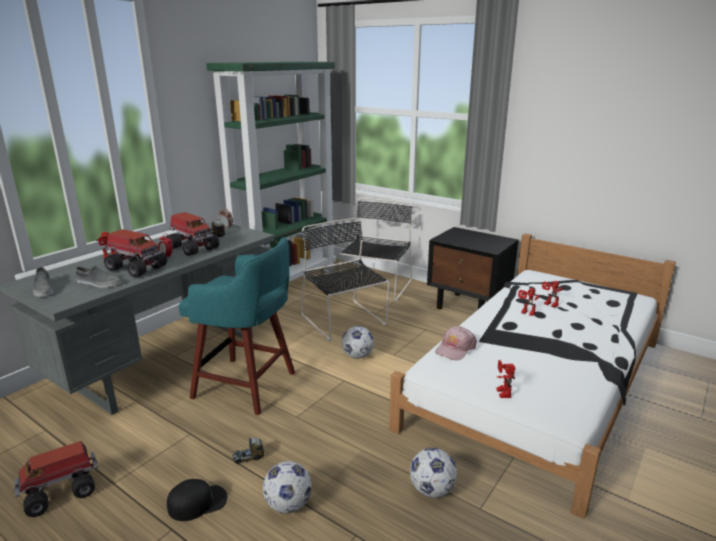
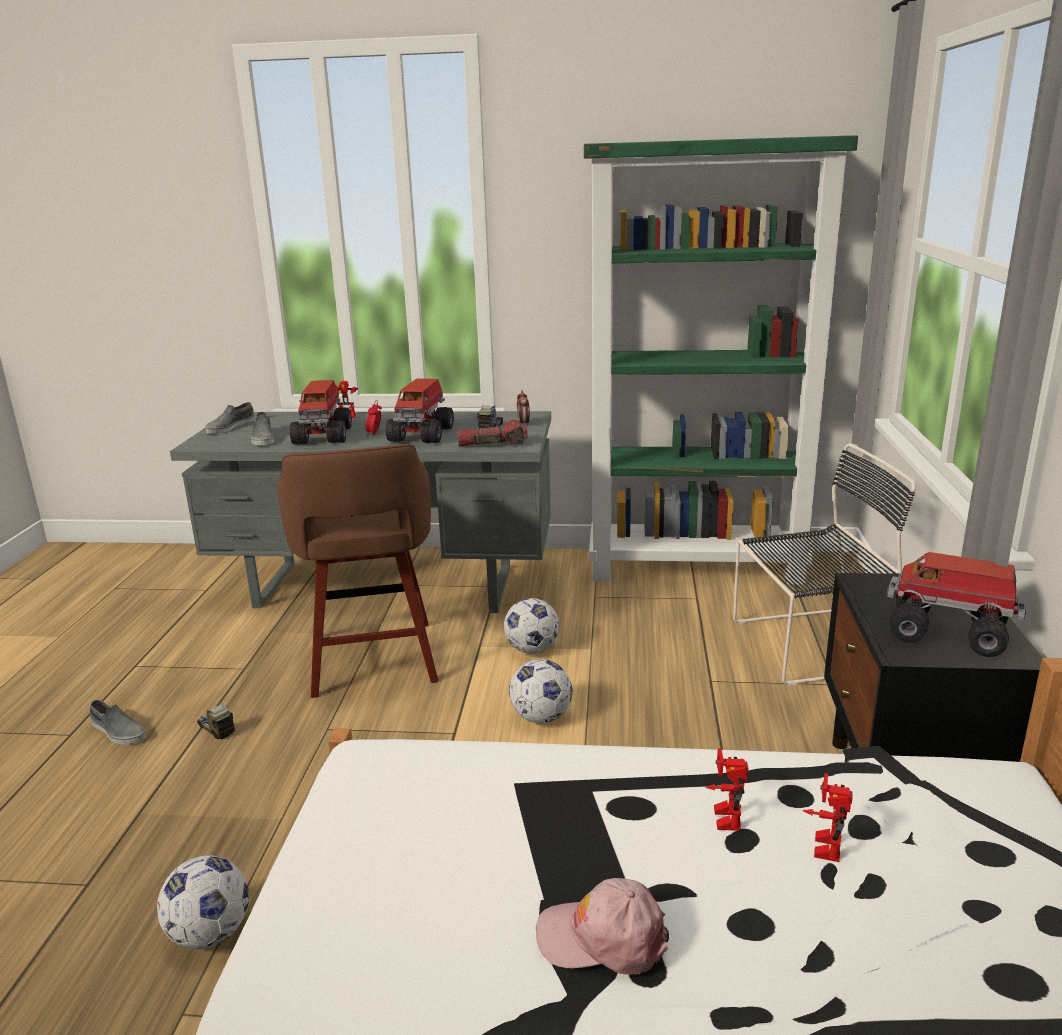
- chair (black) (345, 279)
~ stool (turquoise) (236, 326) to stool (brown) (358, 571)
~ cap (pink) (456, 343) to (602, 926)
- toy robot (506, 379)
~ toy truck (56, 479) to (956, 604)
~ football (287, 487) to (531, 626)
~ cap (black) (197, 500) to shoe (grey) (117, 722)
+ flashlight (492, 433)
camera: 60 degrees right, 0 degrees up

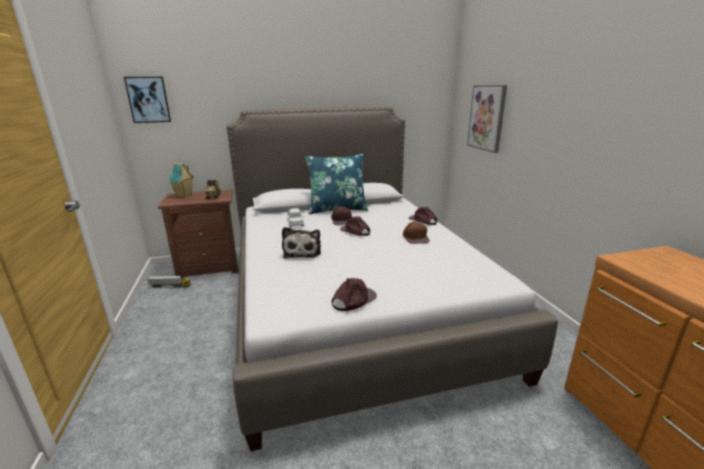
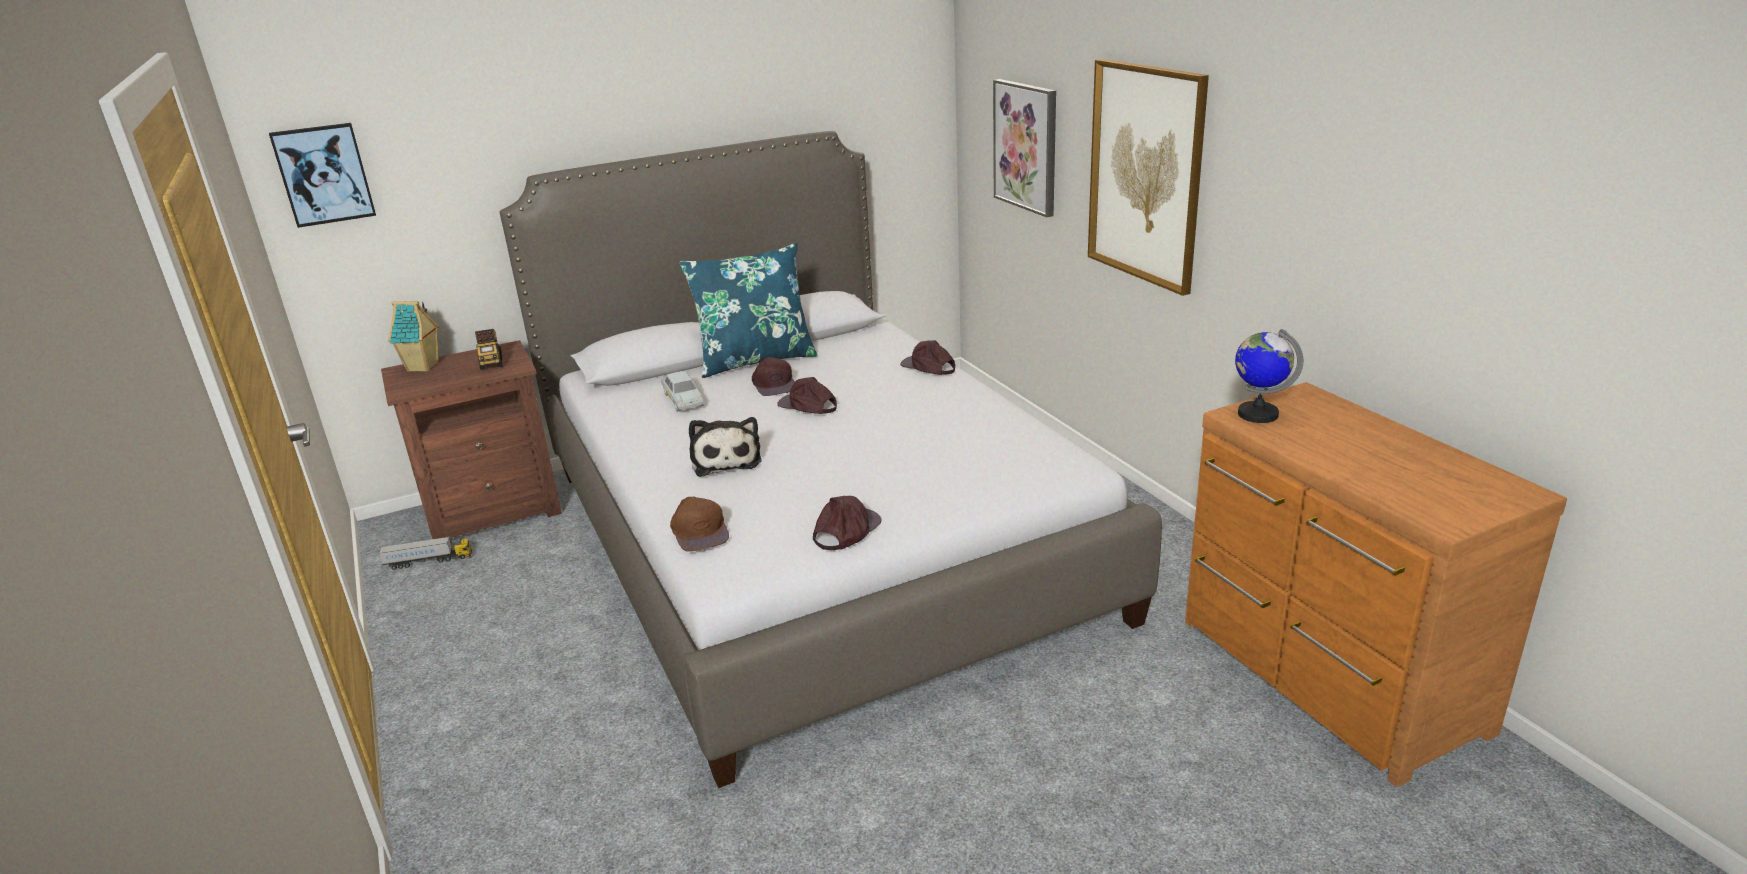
~ cap (brown) (416, 233) to (699, 524)
+ picture (1148, 177)
+ globe (1269, 376)
camera: 10 degrees left, 5 degrees up

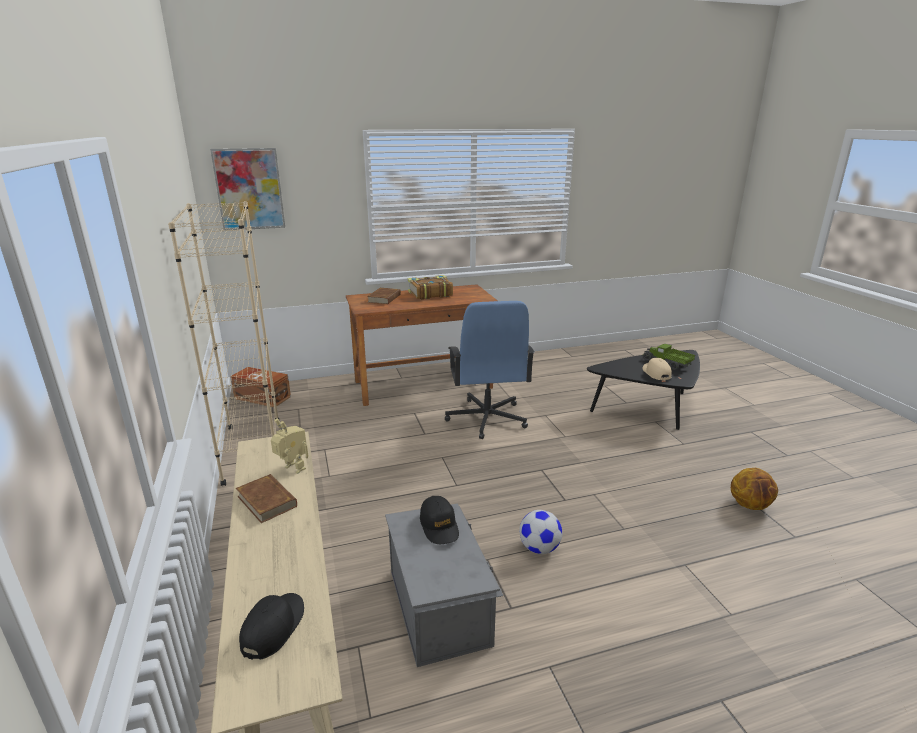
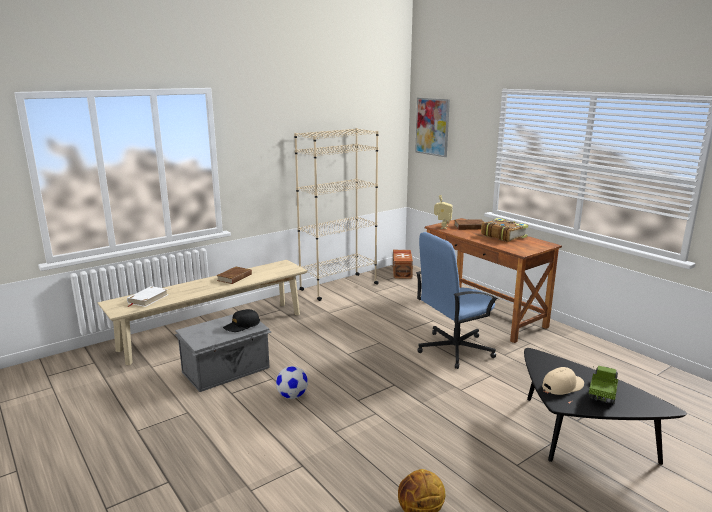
~ toy robot (289, 446) to (443, 212)
~ cap (black) (271, 626) to book (white) (147, 296)
camera: 70 degrees right, 5 degrees down

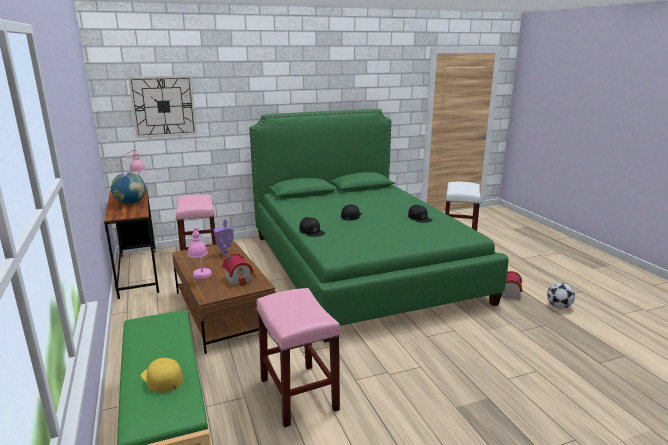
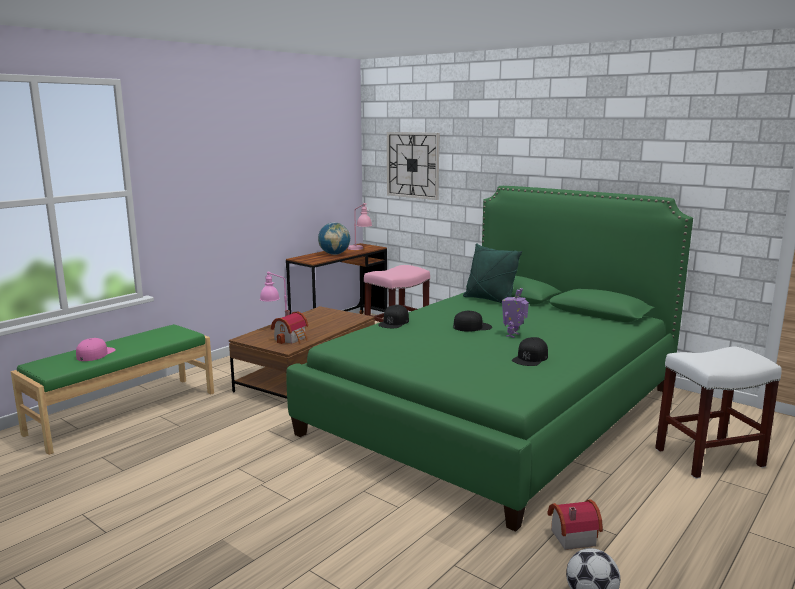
~ toy robot (223, 238) to (515, 313)
- stool (pink) (298, 358)
~ cap (yellow) (162, 375) to cap (pink) (96, 349)
+ pillow (green) (492, 273)
camera: 60 degrees right, 5 degrees down

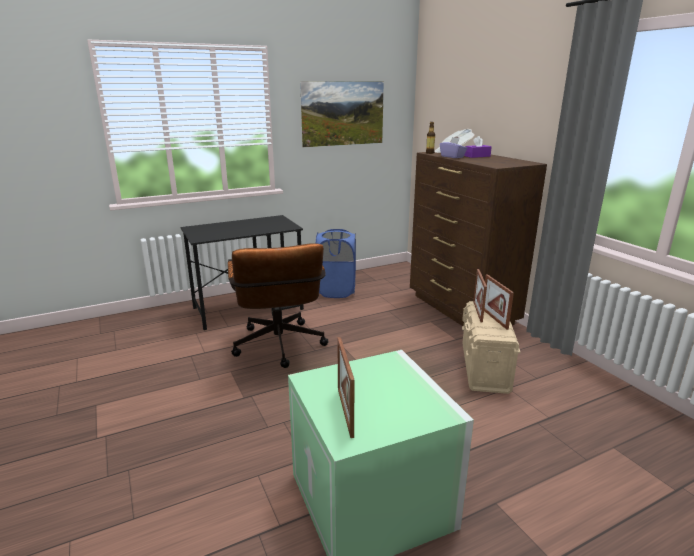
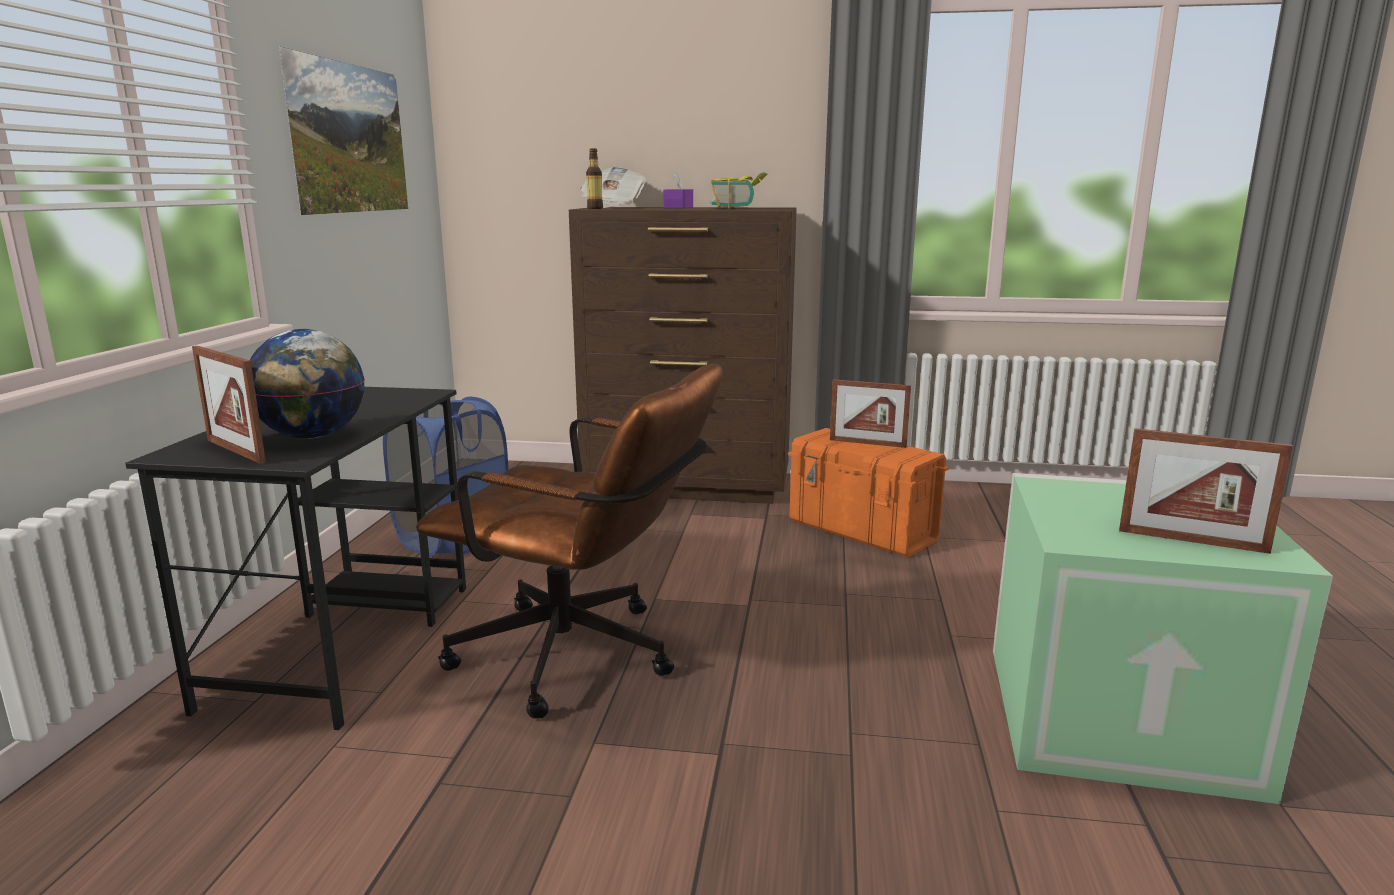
- tissue box (purple) (453, 147)
~ picture frame (480, 296) to (229, 405)
~ storage box (beige) (491, 347) to storage box (orange) (868, 492)
+ book (739, 190)
+ globe (307, 383)
camera: 55 degrees left, 5 degrees down

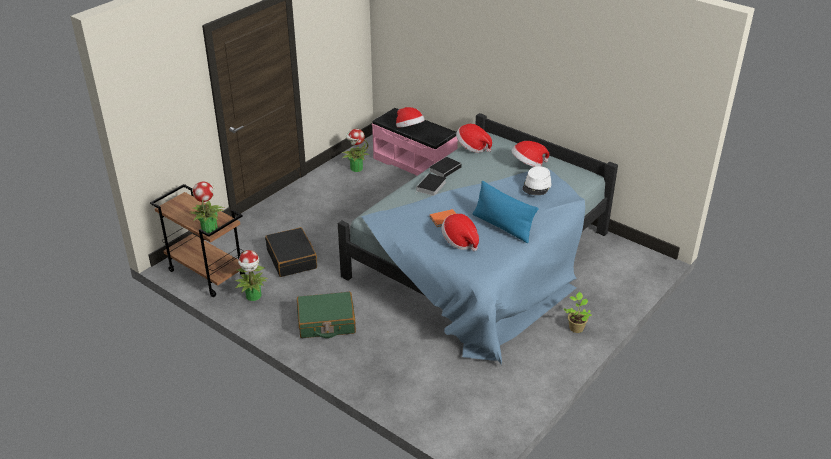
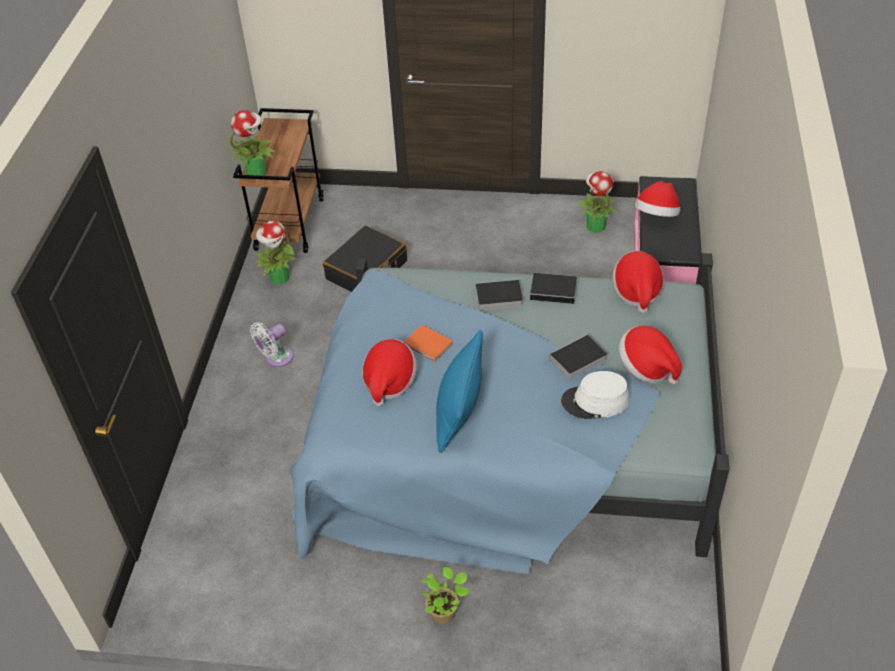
~ suitcase (green) (326, 315) to fan (white) (272, 344)
+ book (575, 357)
camera: 60 degrees right, 10 degrees up

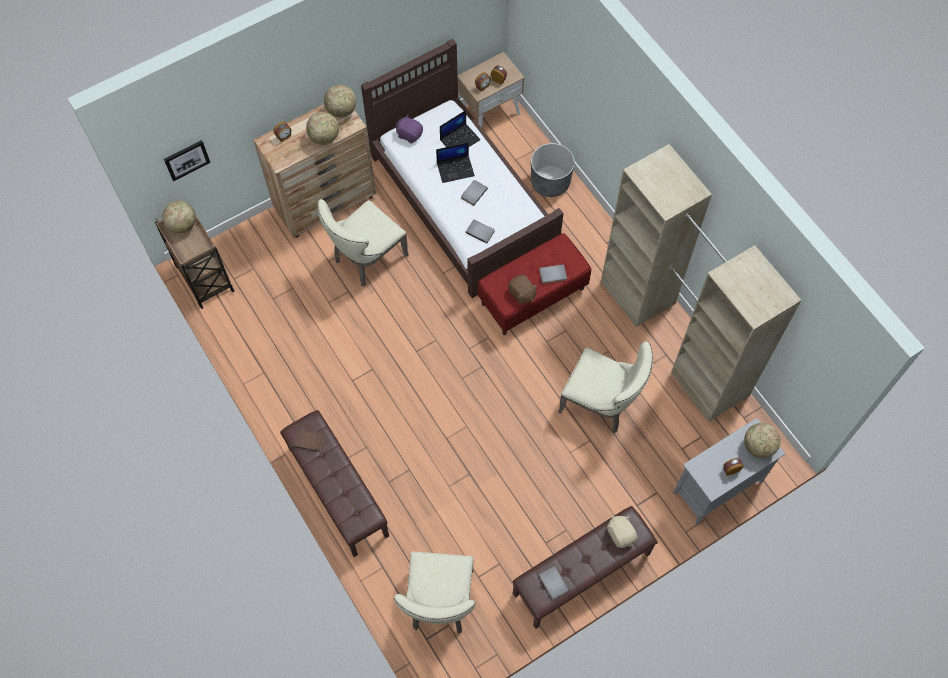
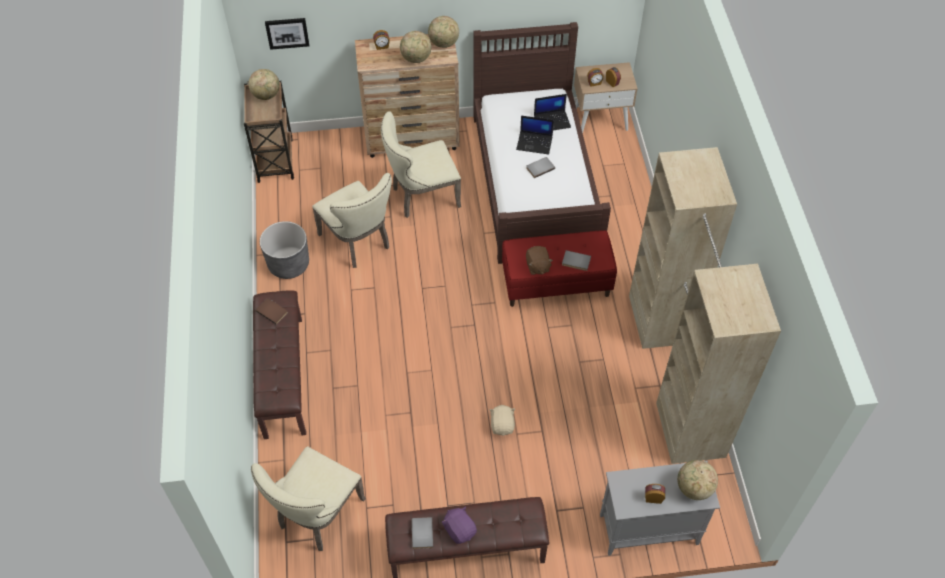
~ plush toy (purple) (409, 129) to (459, 525)
~ planter (grey) (553, 170) to (284, 250)
- book (grey) (480, 231)
~ chair (beige) (605, 387) to (352, 220)
~ plush toy (beige) (622, 531) to (502, 420)
camera: 25 degrees right, 10 degrees down

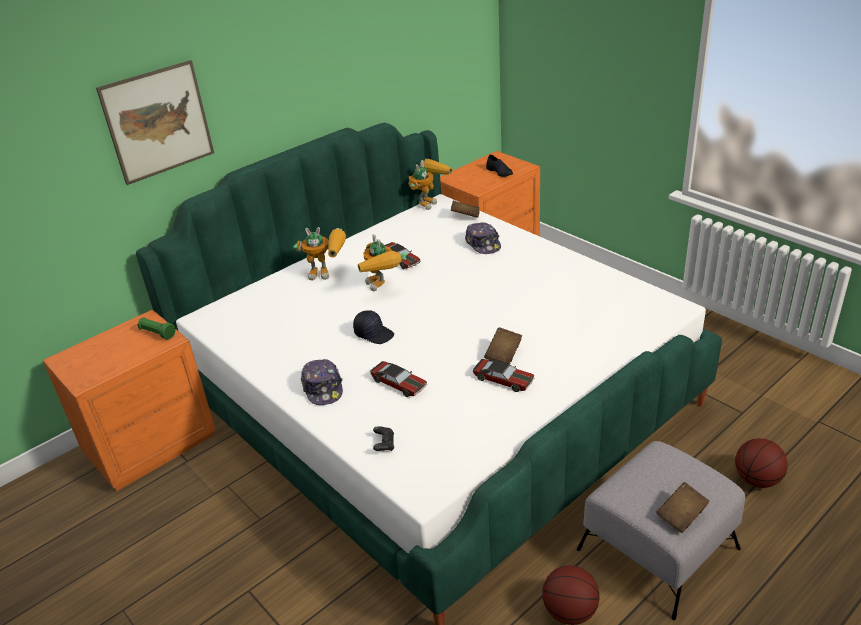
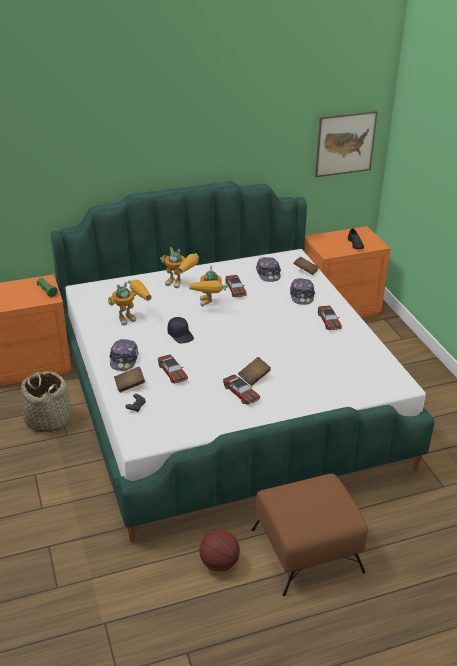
~ picture (155, 122) to (346, 144)
~ toy robot (430, 184) to (130, 303)
- basketball (761, 463)
~ ottoman (grey) (661, 530) to ottoman (brown) (310, 534)
~ book (brown) (682, 507) to (129, 379)
+ cap (268, 269)
+ toy car (330, 318)
+ basket (46, 402)
camera: 20 degrees right, 0 degrees up

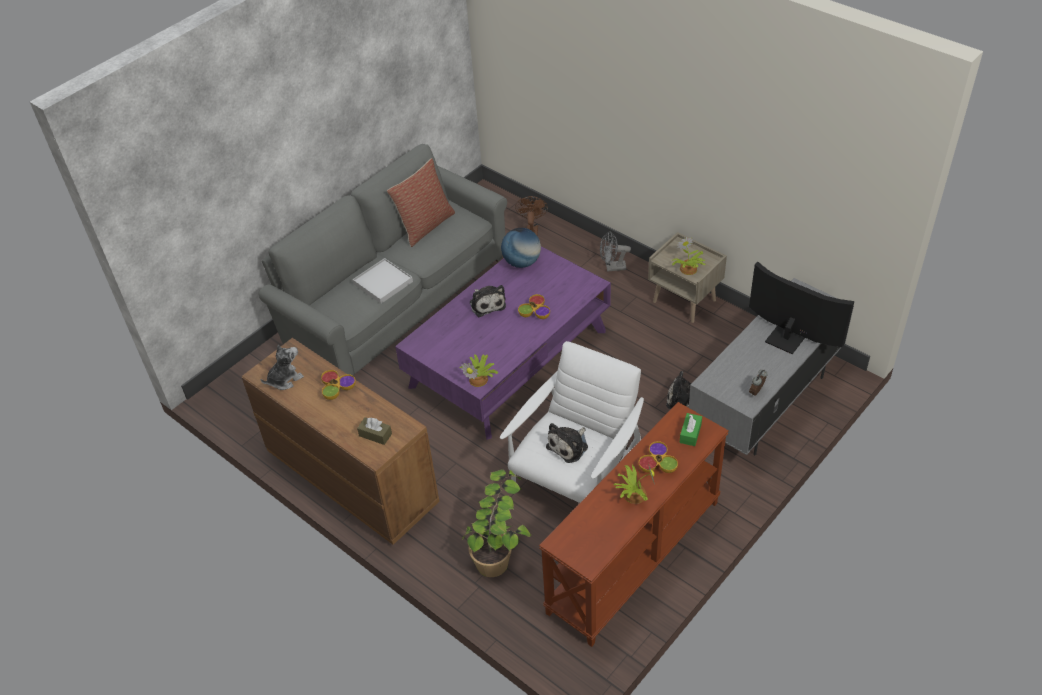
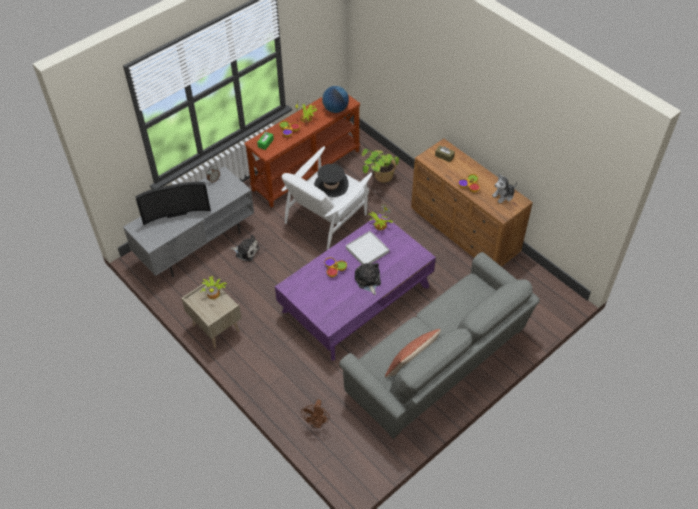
~ globe (521, 248) to (335, 99)
- fan (grey) (615, 251)
~ tray (white) (383, 281) to (367, 247)
~ television (801, 307) = (173, 203) 60 degrees counterclockwise
~ plush toy (567, 443) to hat (black) (331, 180)
camera: 175 degrees left, 5 degrees up

